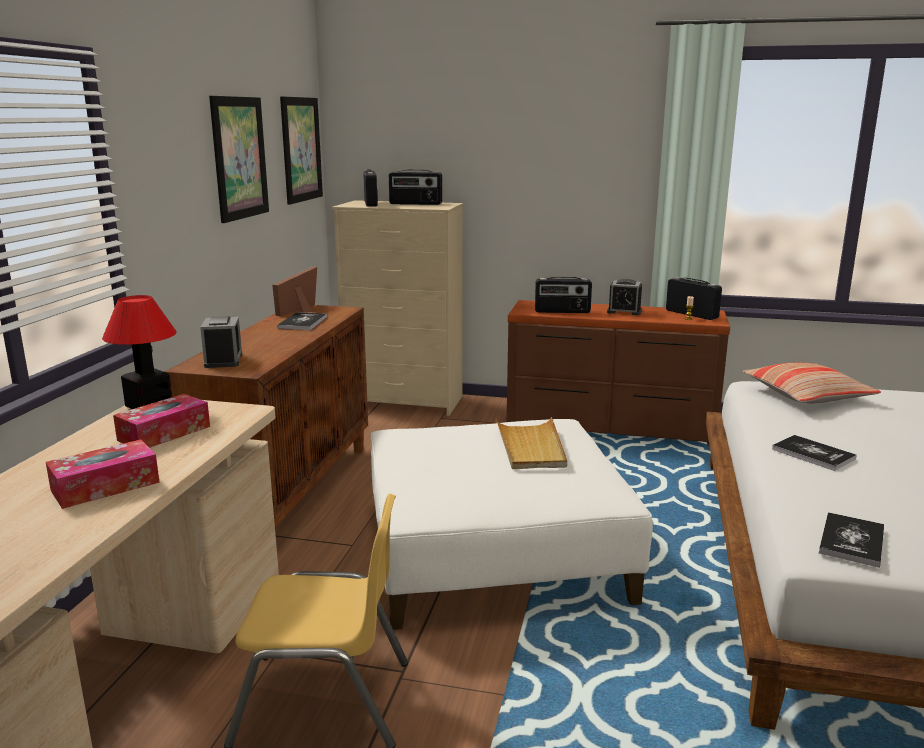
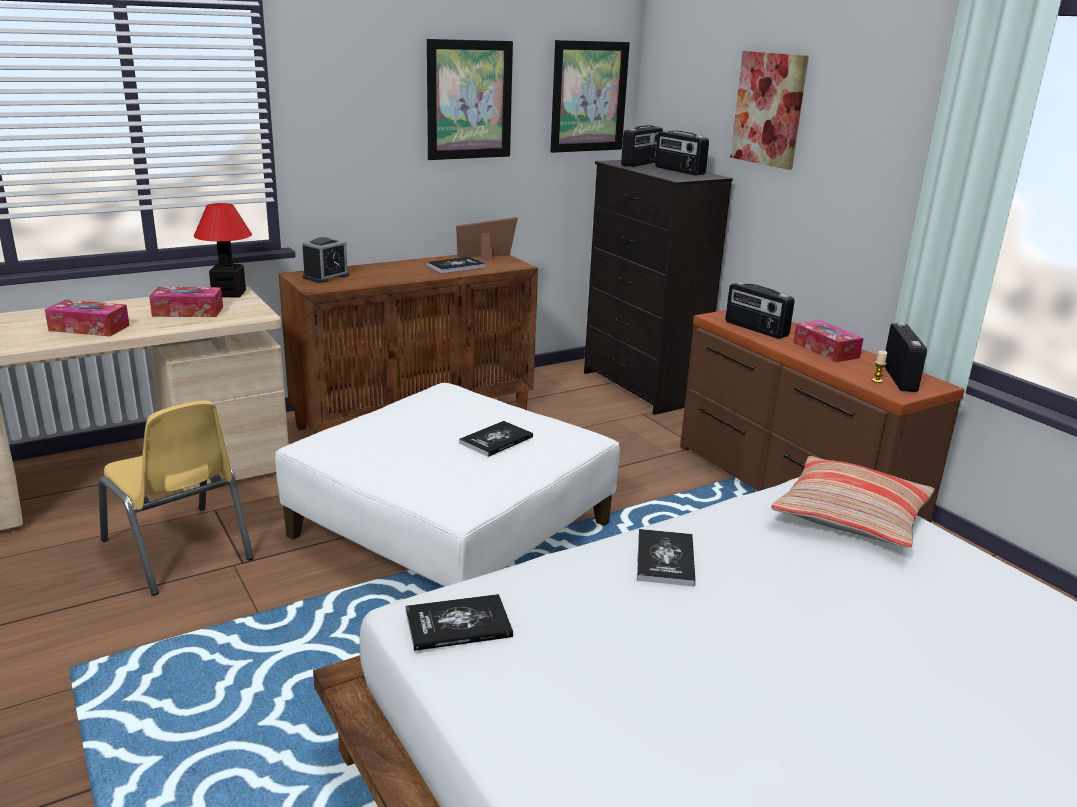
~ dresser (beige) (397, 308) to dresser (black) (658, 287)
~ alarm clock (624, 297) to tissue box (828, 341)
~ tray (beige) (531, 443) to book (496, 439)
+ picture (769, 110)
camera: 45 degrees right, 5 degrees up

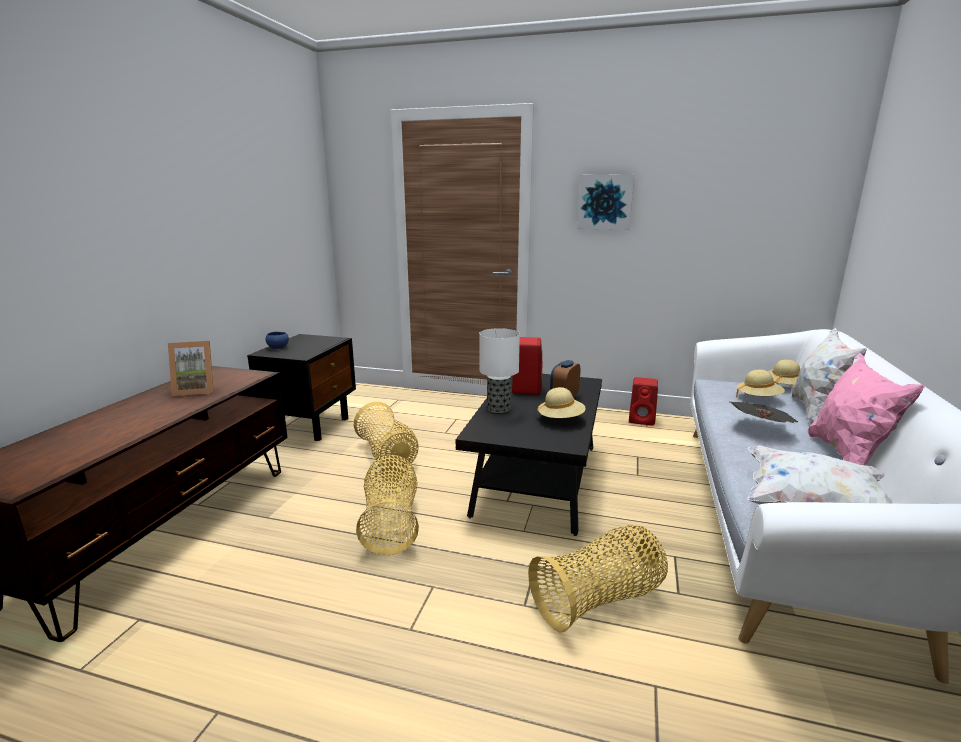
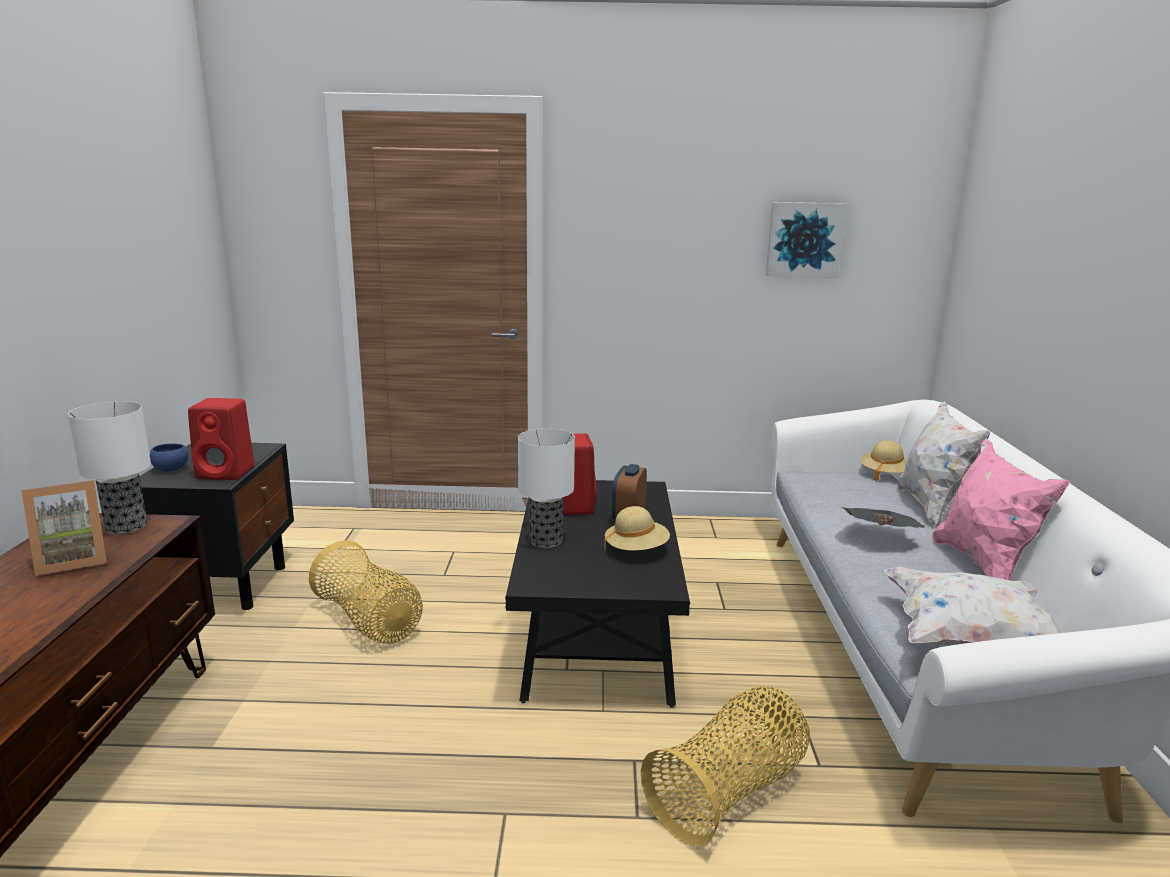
~ picture (605, 202) to (806, 239)
- hat (beige) (760, 384)
~ speaker (red) (643, 401) to (221, 439)
- basket (387, 505)
+ table lamp (109, 467)
camera: 15 degrees left, 0 degrees up

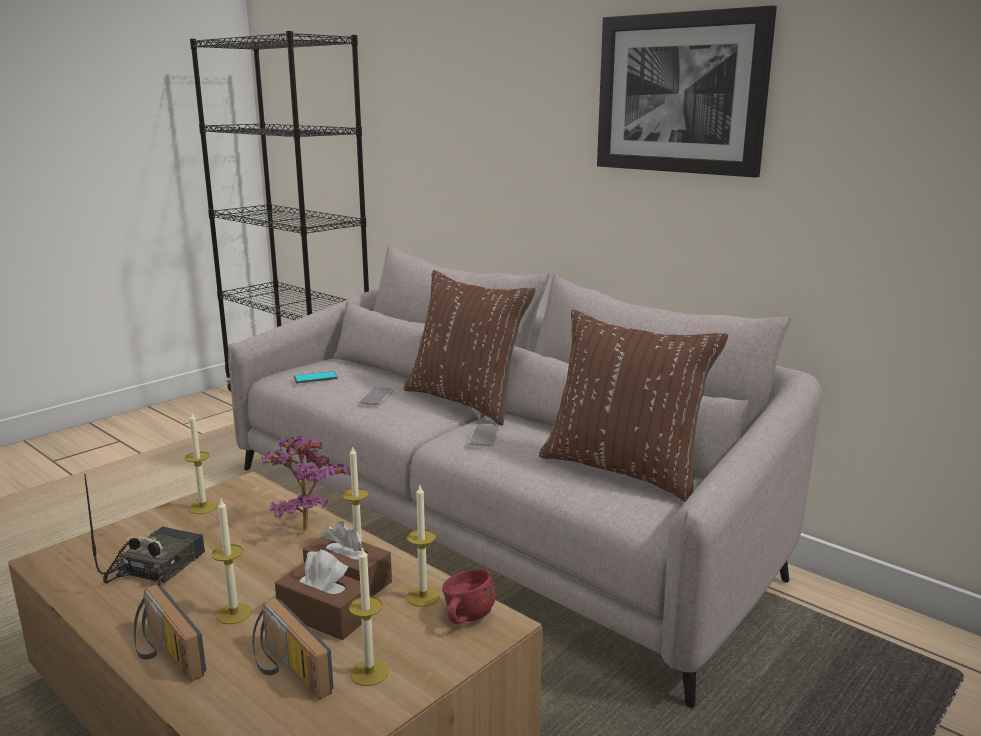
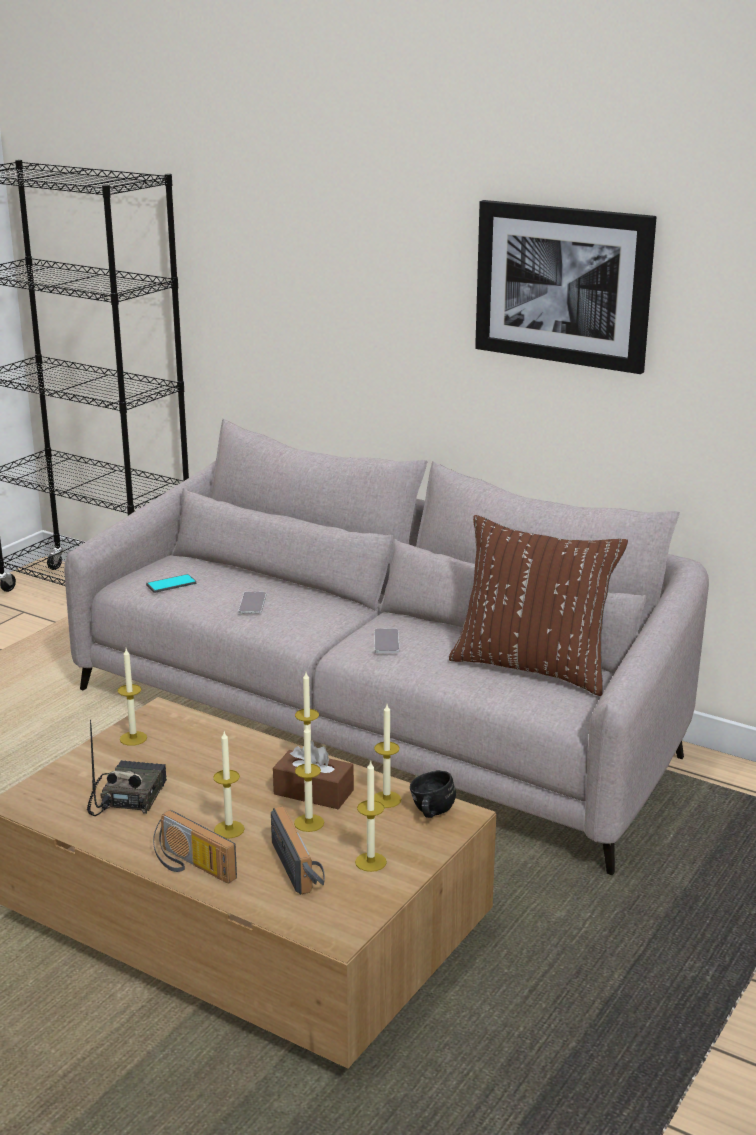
- pillow (brown) (469, 347)
- potted plant (306, 483)
~ tissue box (brown) (322, 595) to candle (309, 779)
~ mug (red) (469, 596) to mug (black) (433, 794)
~ radio (292, 648) = (298, 850) 150 degrees counterclockwise
camera: 10 degrees left, 5 degrees up

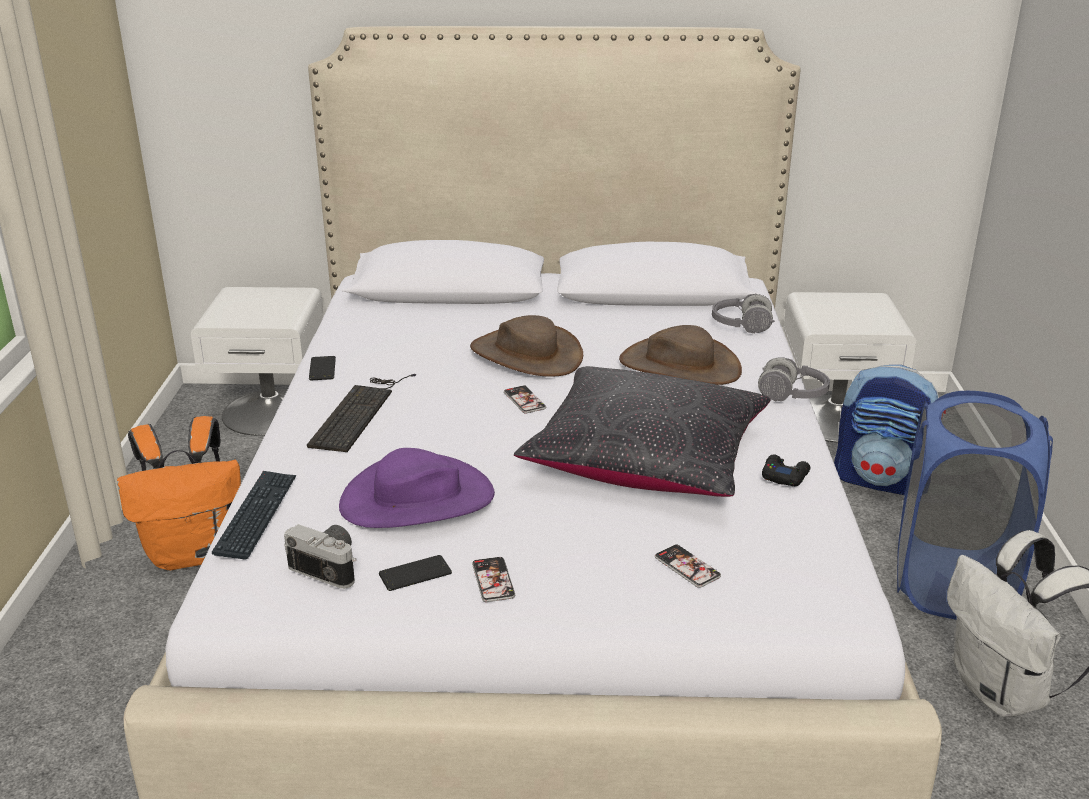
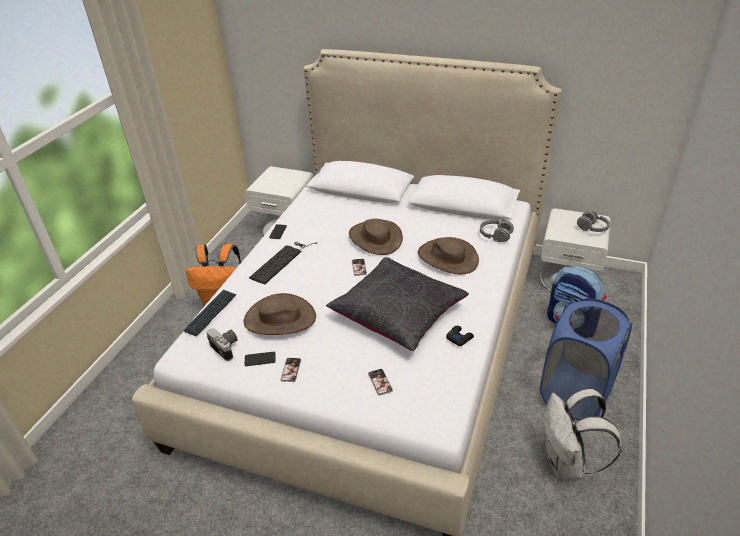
~ headphones (grey) (794, 379) to (593, 221)
~ hat (purple) (417, 488) to hat (brown) (280, 314)
camera: 20 degrees right, 10 degrees up

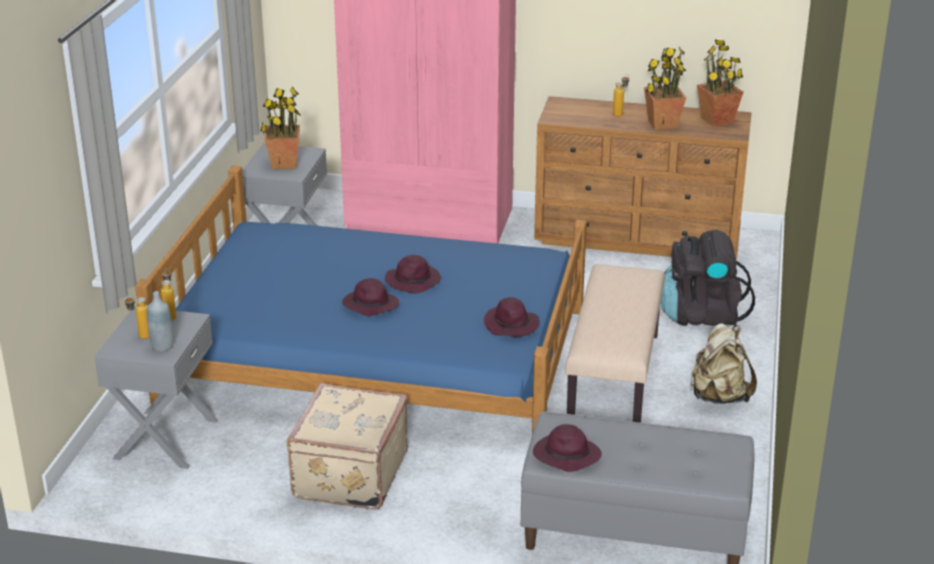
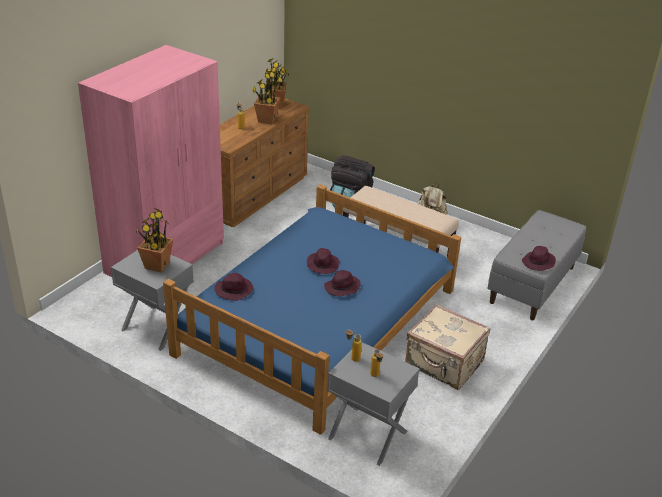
- bottle (grey) (160, 321)
~ hat (purple) (512, 317) to (233, 287)
camera: 70 degrees left, 5 degrees up

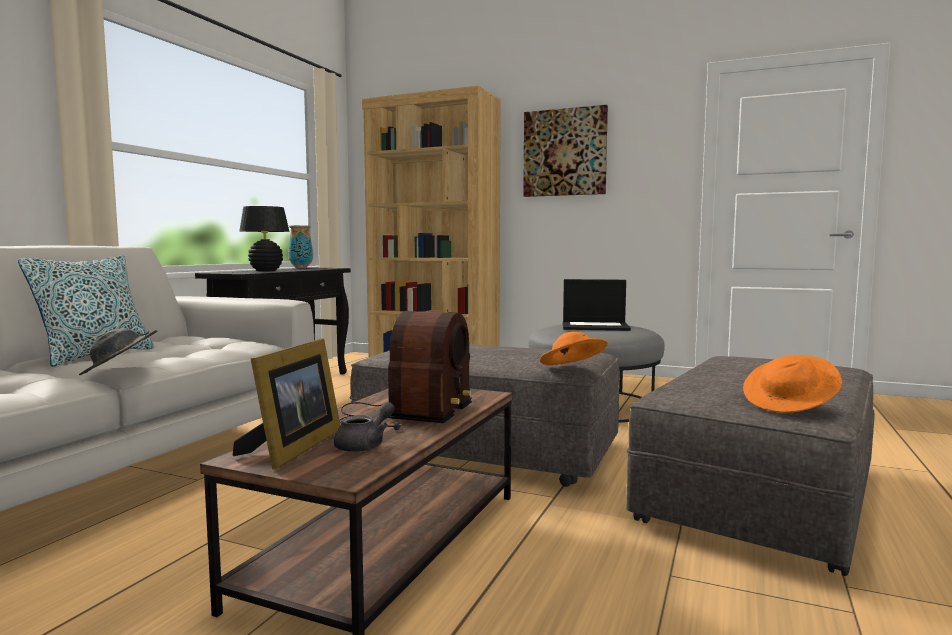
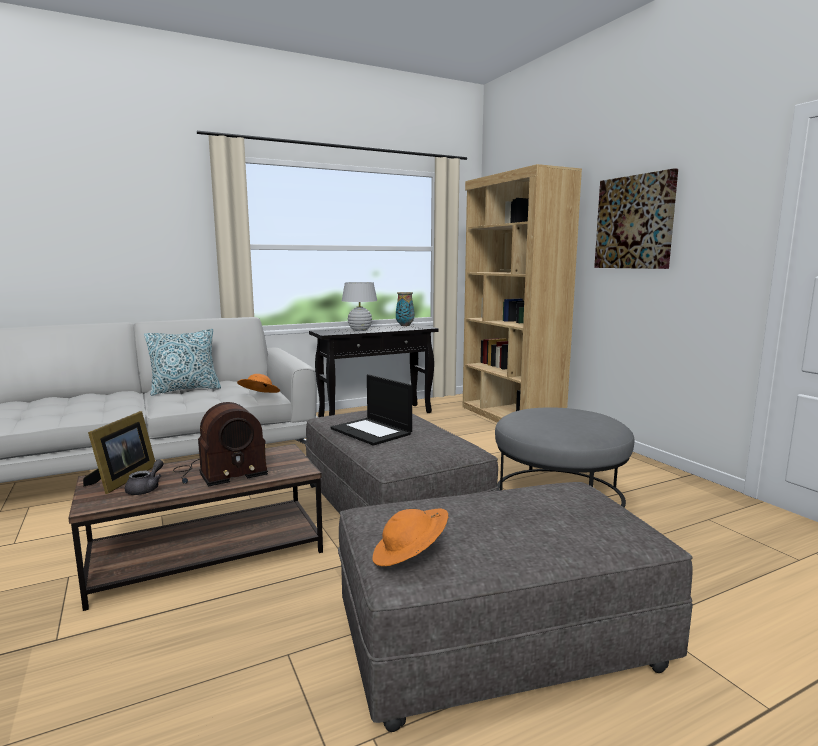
~ table lamp (black) (264, 238) to table lamp (white) (359, 306)
~ laptop (597, 305) to (371, 410)
- hat (grey) (118, 352)
~ hat (orange) (574, 348) to (258, 383)
~ picture frame (286, 403) = (119, 452) 45 degrees counterclockwise
~ teapot (grey) (364, 427) = (144, 477) 60 degrees counterclockwise
camera: 40 degrees right, 5 degrees up

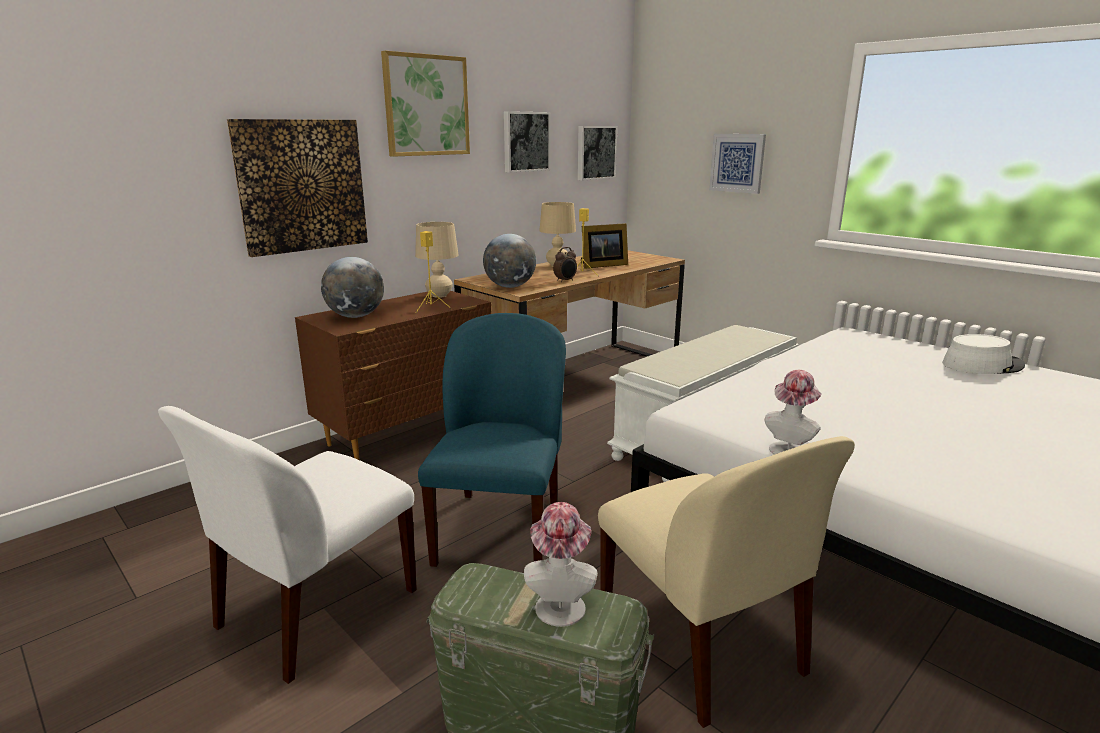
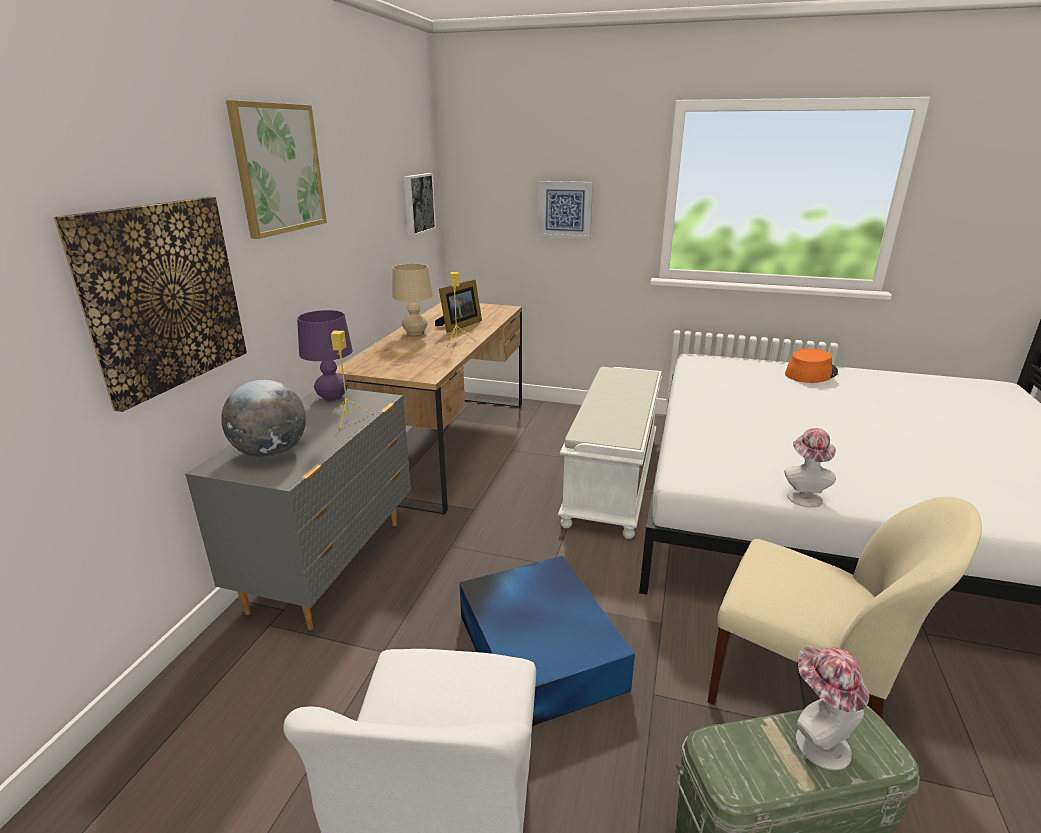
- picture (527, 142)
~ table lamp (beige) (437, 260) to table lamp (purple) (325, 355)
- globe (509, 261)
- alarm clock (565, 264)
~ dresser (brown) (393, 375) to dresser (grey) (298, 509)
~ chair (blue) (492, 440) to storage box (blue) (547, 641)
~ hat (white) (983, 354) to hat (orange) (811, 366)
camera: 30 degrees left, 5 degrees up

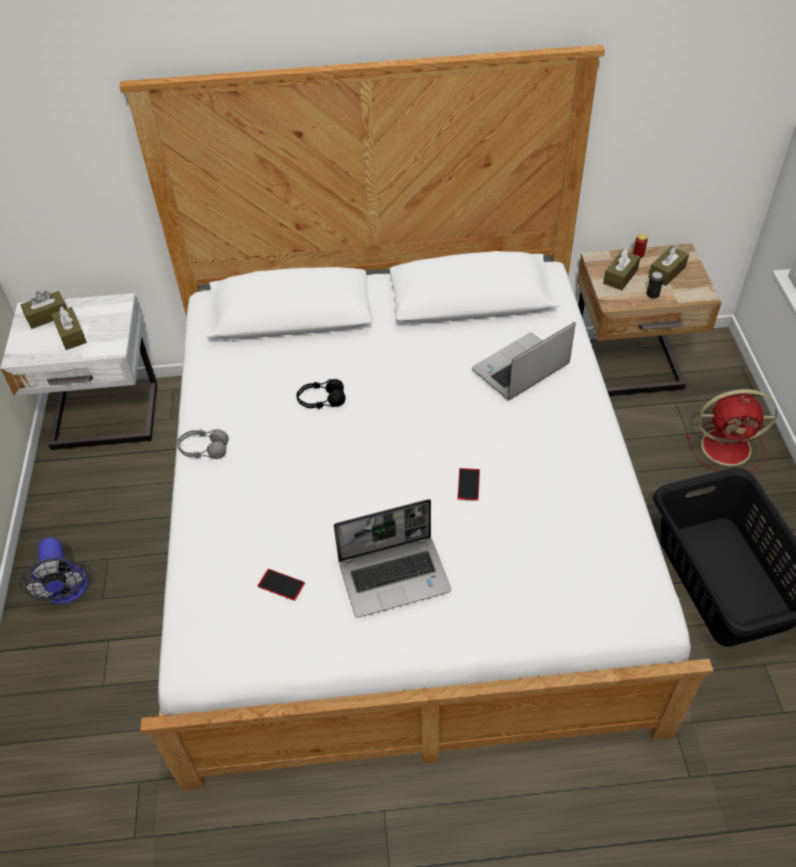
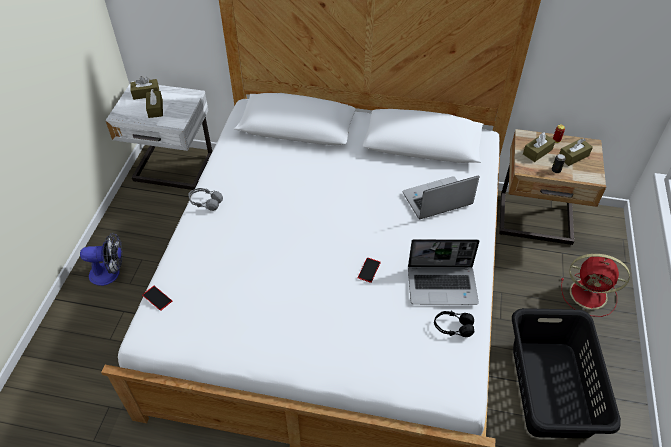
~ headphones (black) (321, 394) to (454, 324)
~ laptop (392, 558) to (444, 272)
~ fan (54, 570) = (101, 259) 90 degrees counterclockwise
~ phone (281, 585) to (157, 298)
camera: 15 degrees right, 0 degrees up

